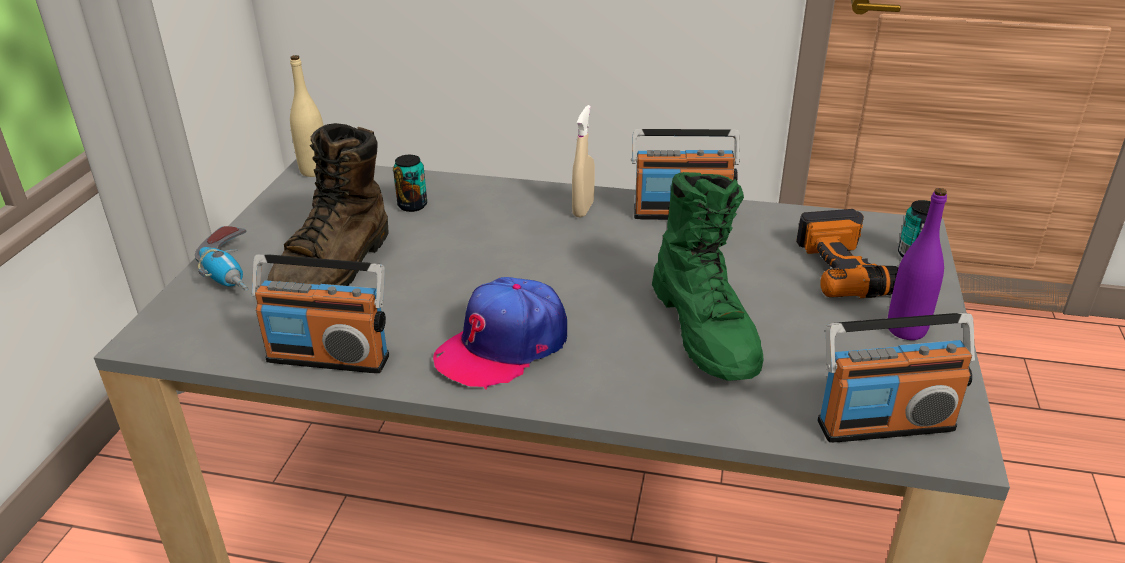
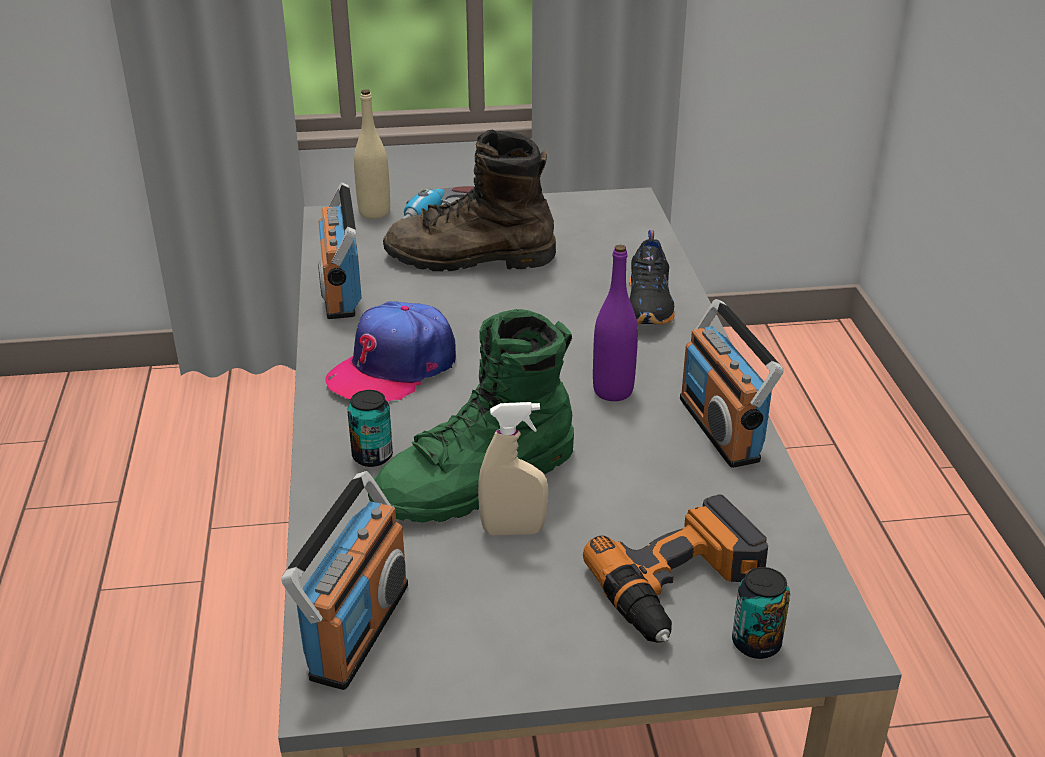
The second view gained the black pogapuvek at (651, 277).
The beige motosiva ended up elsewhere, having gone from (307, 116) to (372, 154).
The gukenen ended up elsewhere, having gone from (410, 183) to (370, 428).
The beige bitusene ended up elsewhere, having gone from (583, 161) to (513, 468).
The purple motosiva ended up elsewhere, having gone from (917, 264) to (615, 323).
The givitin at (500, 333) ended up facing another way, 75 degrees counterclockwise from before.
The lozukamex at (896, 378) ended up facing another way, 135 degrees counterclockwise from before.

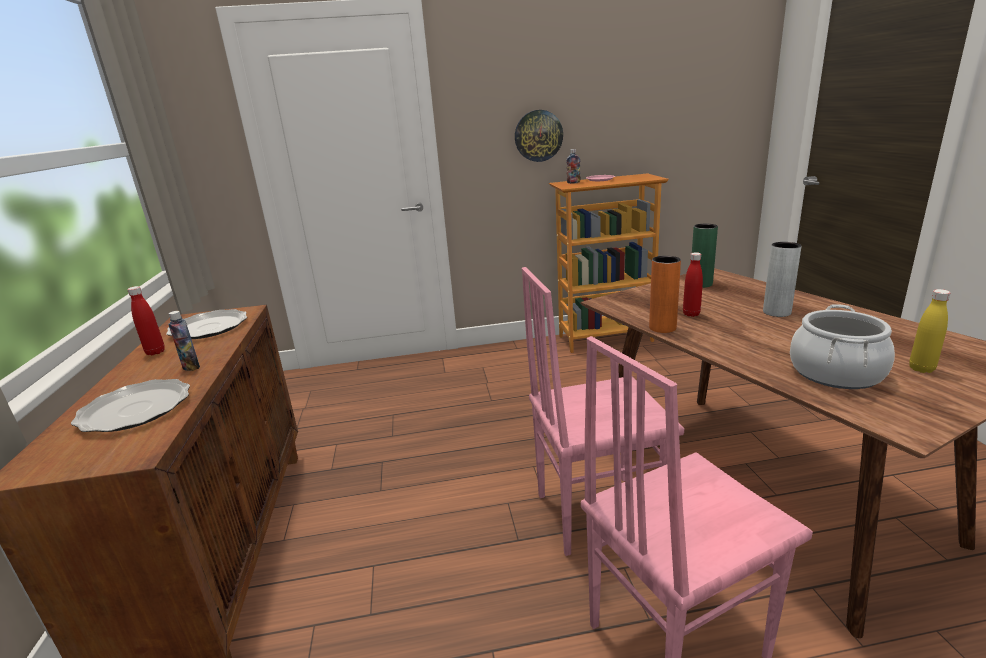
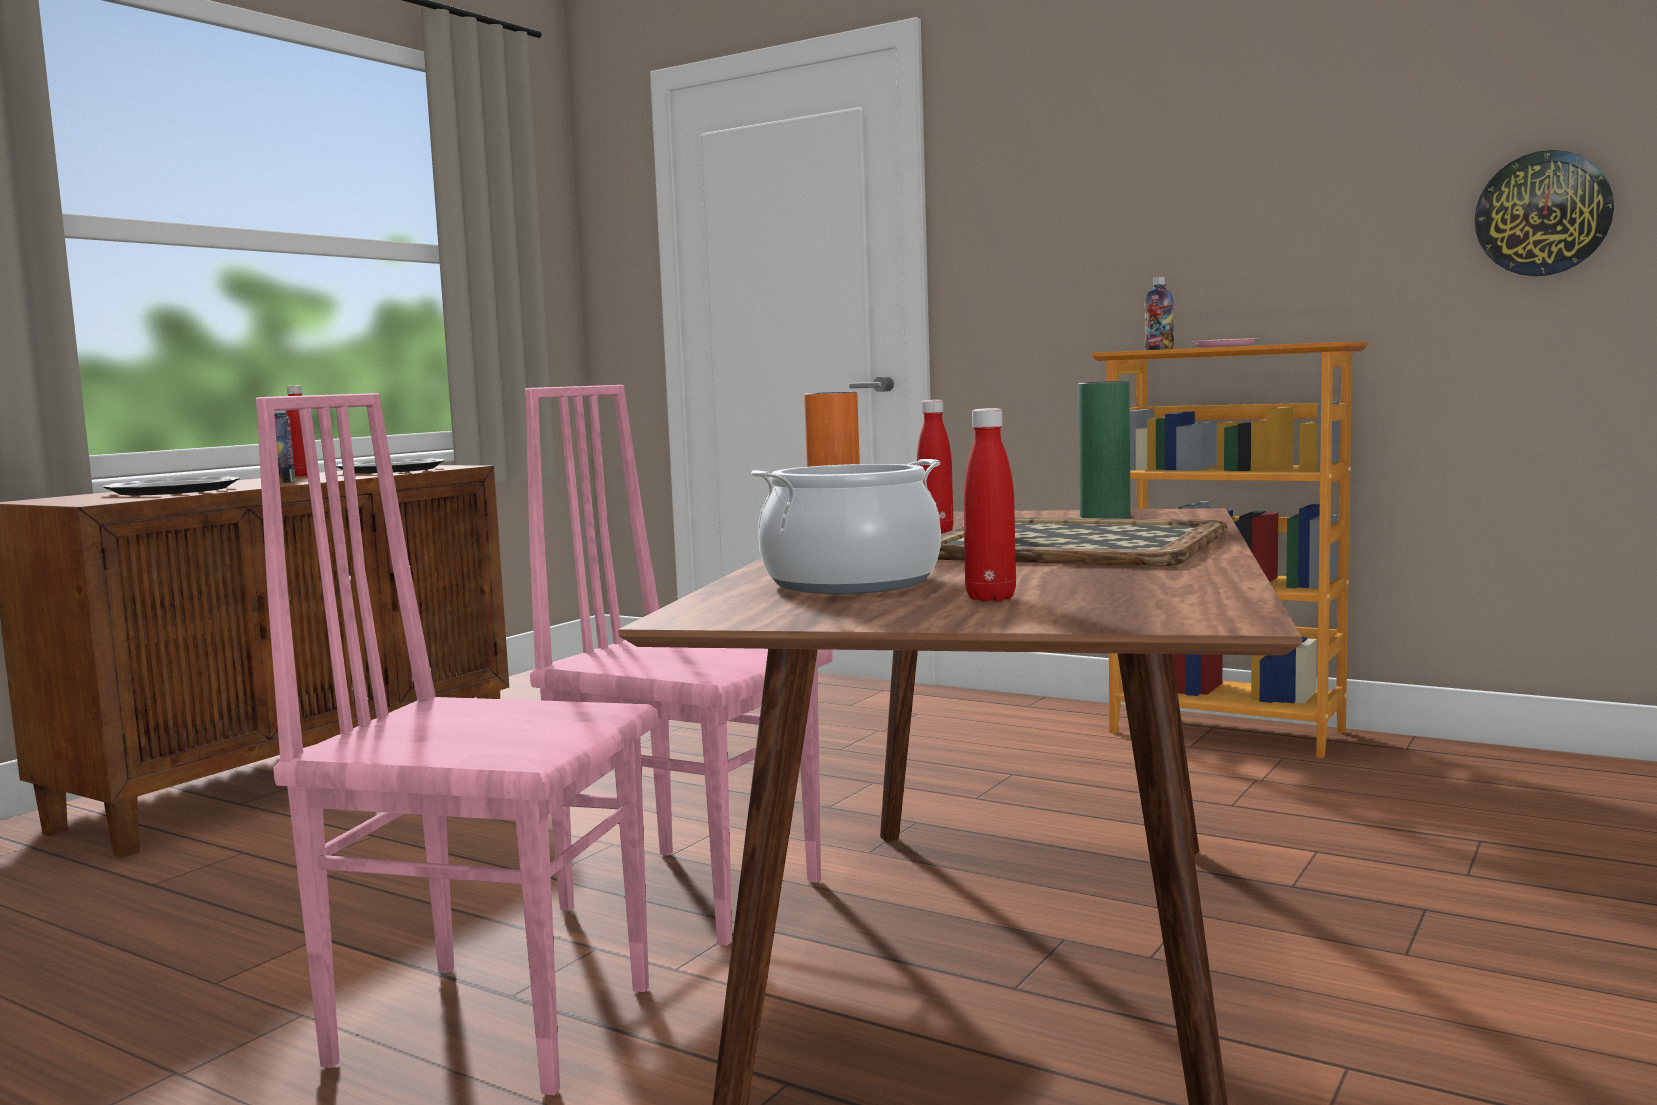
The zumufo ended up elsewhere, having gone from (539, 136) to (1544, 213).
Where the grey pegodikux stood at (782, 279), the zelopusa came to stand at (1082, 541).
What was the yellow motosiva at (930, 331) turned into the red motosiva at (990, 504).

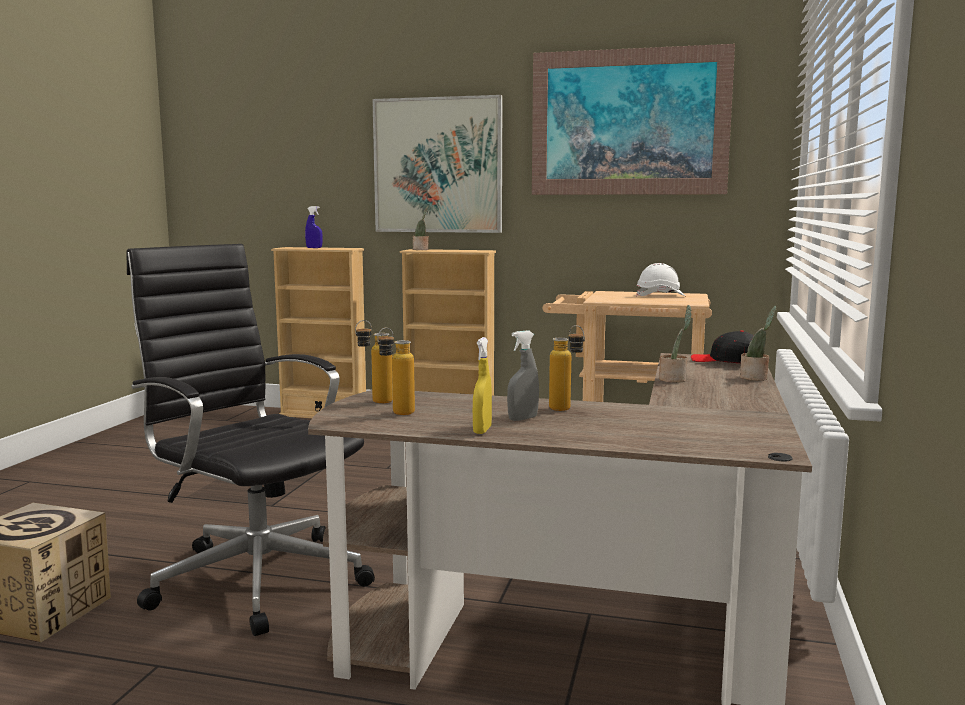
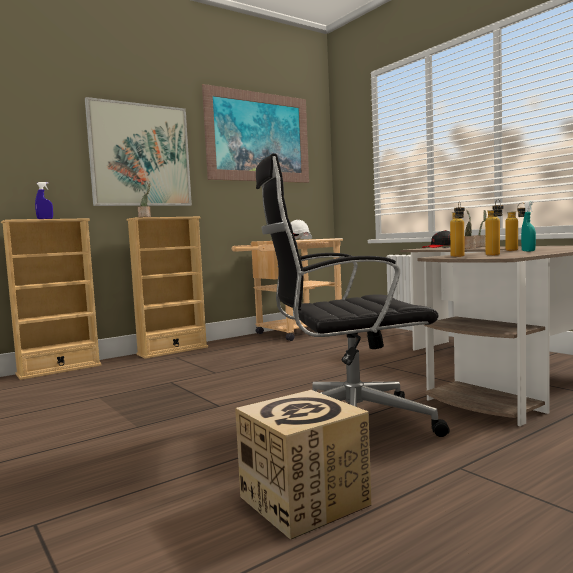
The second view lost the yellow bitusene at (482, 385).
What was the grey bitusene at (523, 375) turned into the turquoise bitusene at (528, 226).

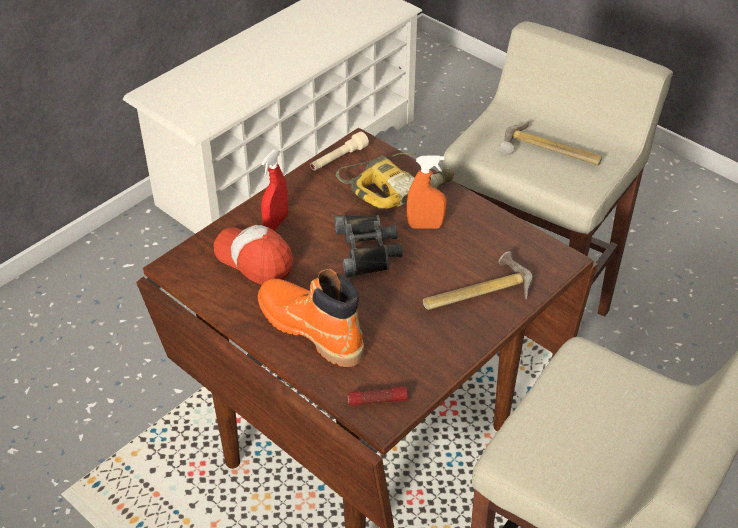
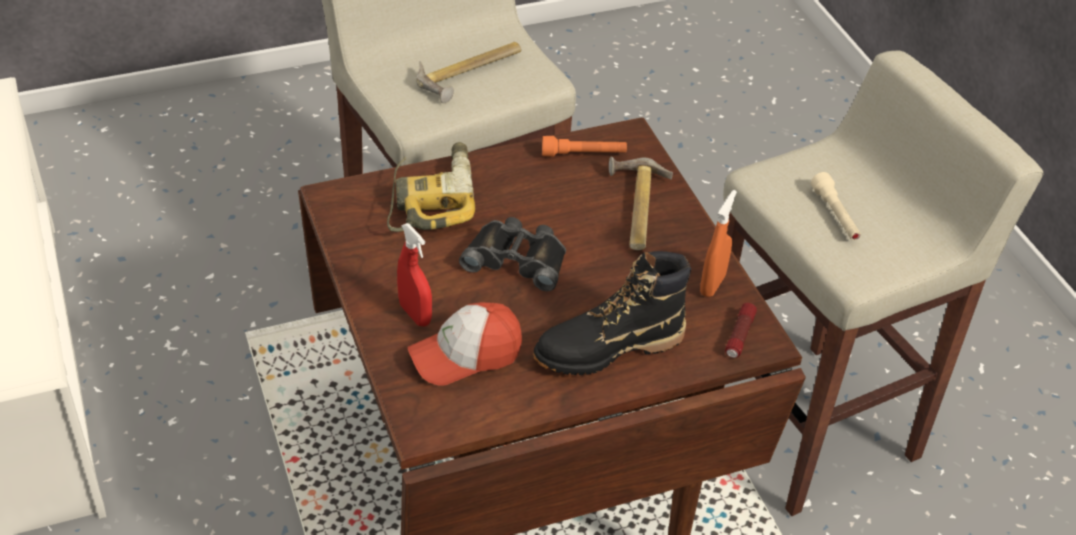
The second view gained the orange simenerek at (584, 146).
The beige simenerek ended up elsewhere, having gone from (339, 151) to (836, 206).
The orange bitusene ended up elsewhere, having gone from (427, 191) to (718, 243).
What was the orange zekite at (311, 318) turned into the black zekite at (612, 313).

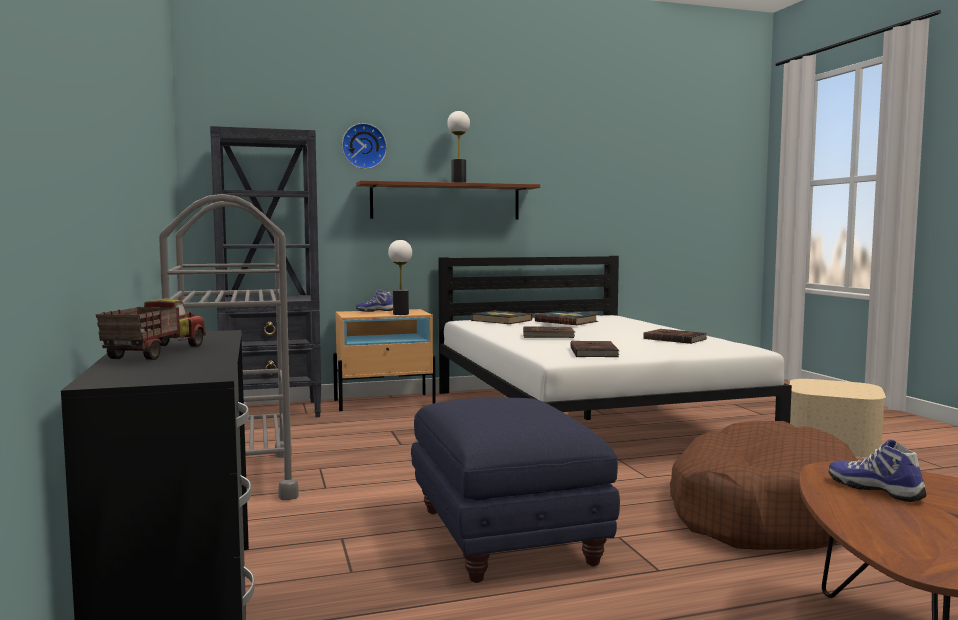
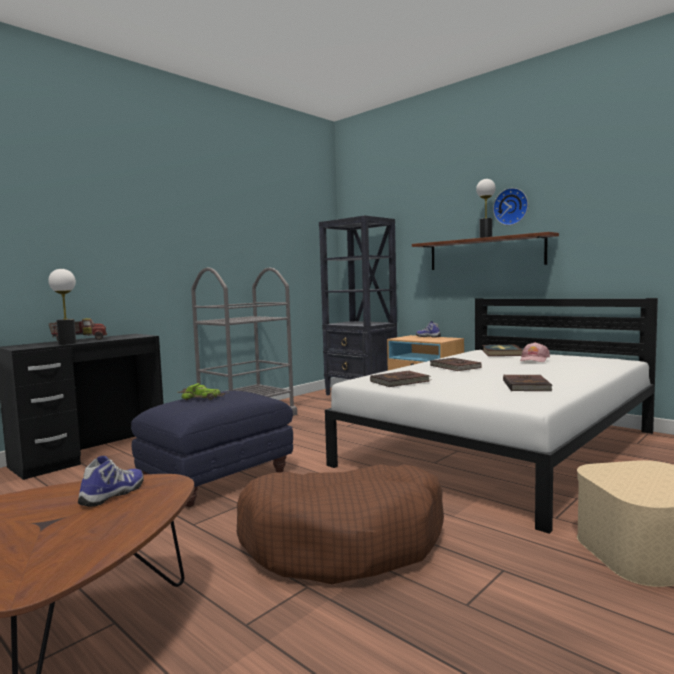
The second view gained the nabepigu at (201, 391).
The zumufo ended up elsewhere, having gone from (364, 146) to (510, 206).
The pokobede ended up elsewhere, having gone from (400, 277) to (62, 307).
Where the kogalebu stood at (566, 318), the pink givitin came to stand at (535, 352).

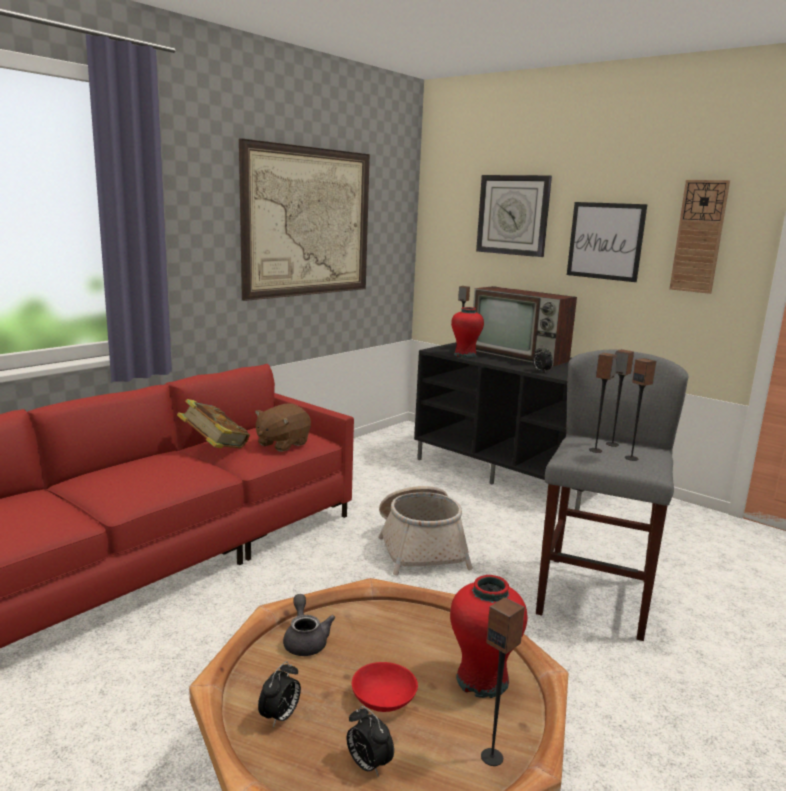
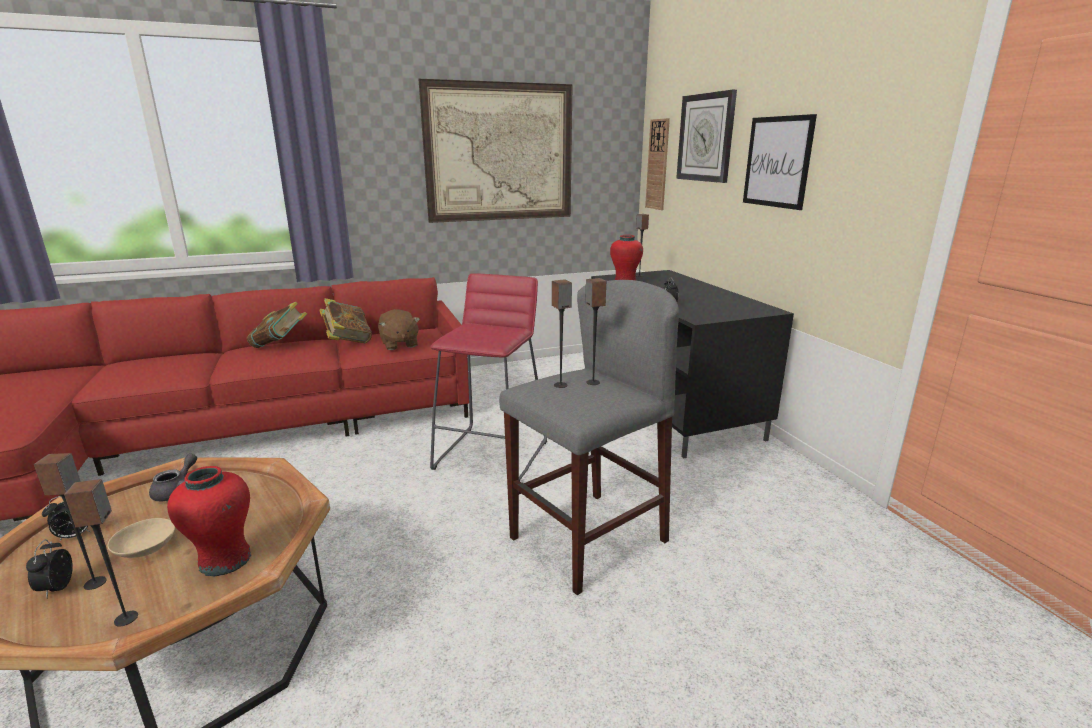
The second view lost the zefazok at (525, 326).
The second view gained the kogalebu at (277, 325).
The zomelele ended up elsewhere, having gone from (640, 409) to (70, 521).
The zumufo ended up elsewhere, having gone from (700, 237) to (657, 164).
Where the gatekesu stood at (425, 531), the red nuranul came to stand at (488, 377).
What was the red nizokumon at (385, 687) turned into the beige nizokumon at (141, 538).
The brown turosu at (283, 428) ended up facing another way, 90 degrees counterclockwise from before.

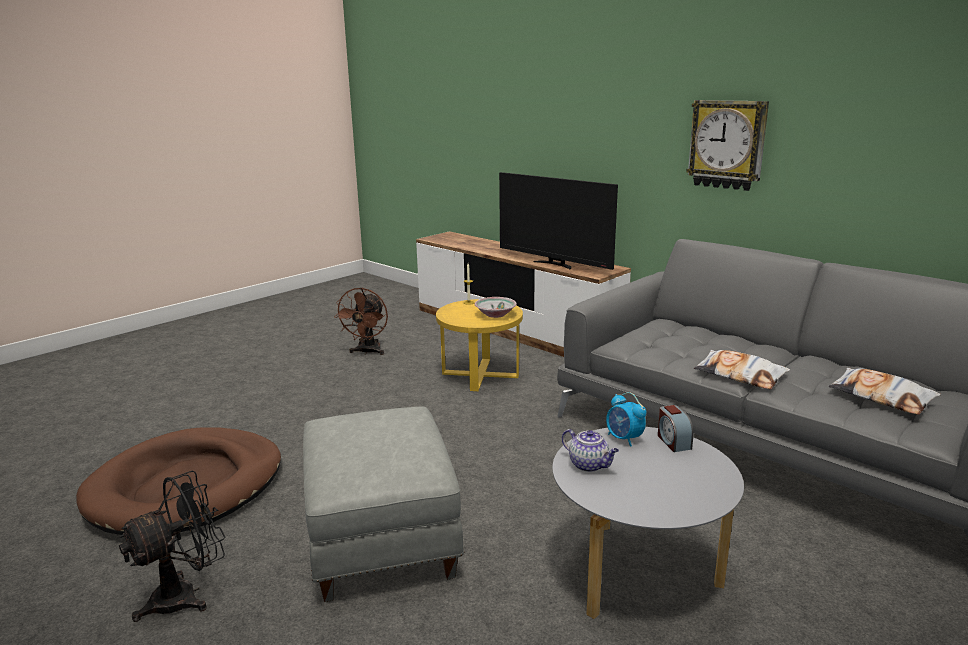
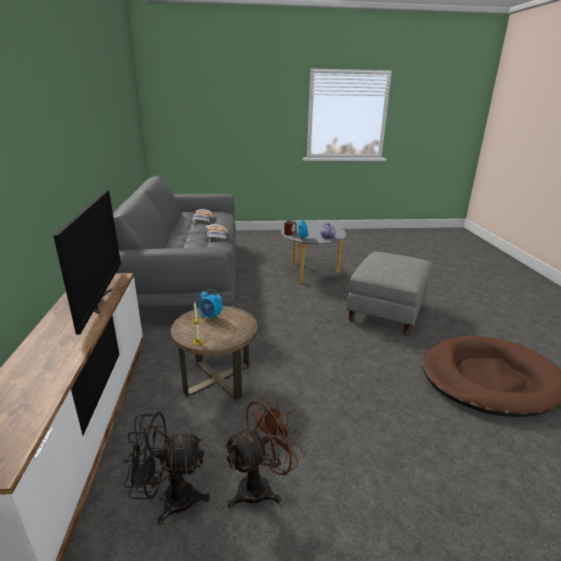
The second view lost the zumufo at (727, 145).
The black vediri ended up elsewhere, having gone from (172, 546) to (166, 468).
Where the nizokumon stood at (496, 307), the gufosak came to stand at (211, 304).
What was the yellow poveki at (479, 345) turned into the brown poveki at (214, 353).

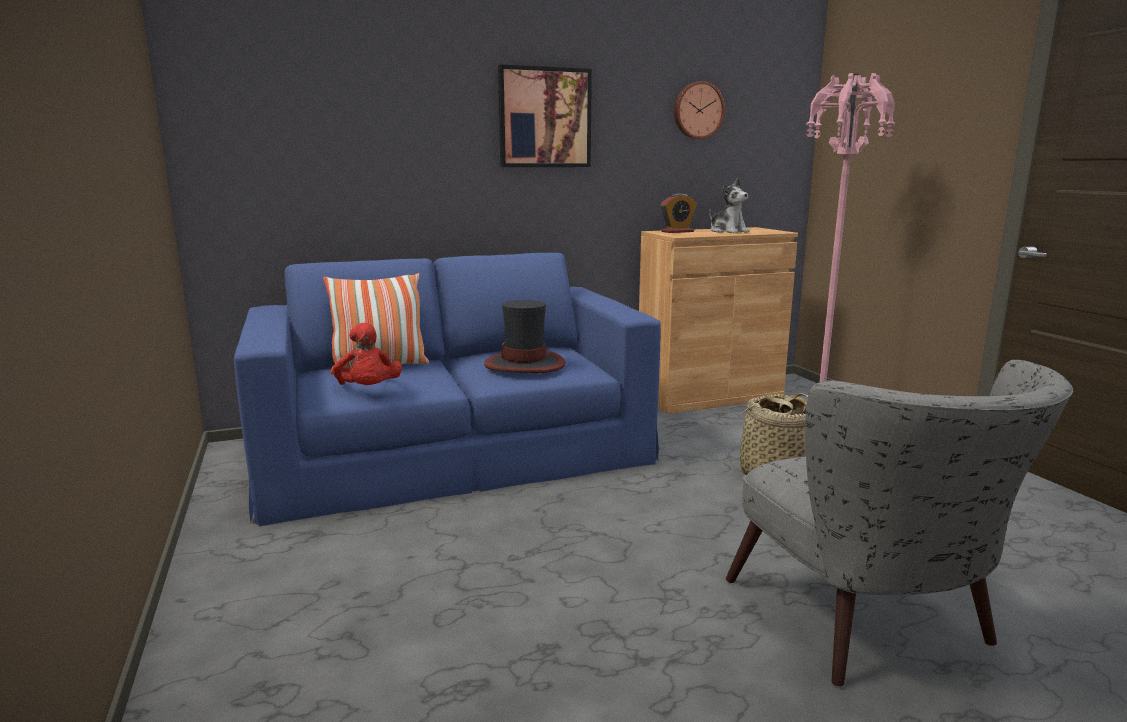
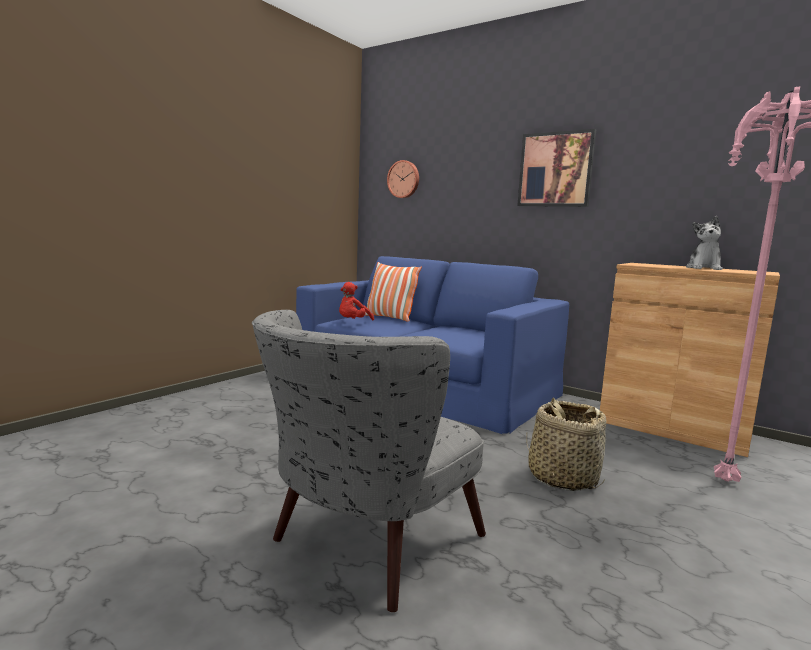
The second view lost the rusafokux at (524, 336).
The second view lost the gufosak at (679, 213).
The zumufo ended up elsewhere, having gone from (699, 110) to (403, 179).

